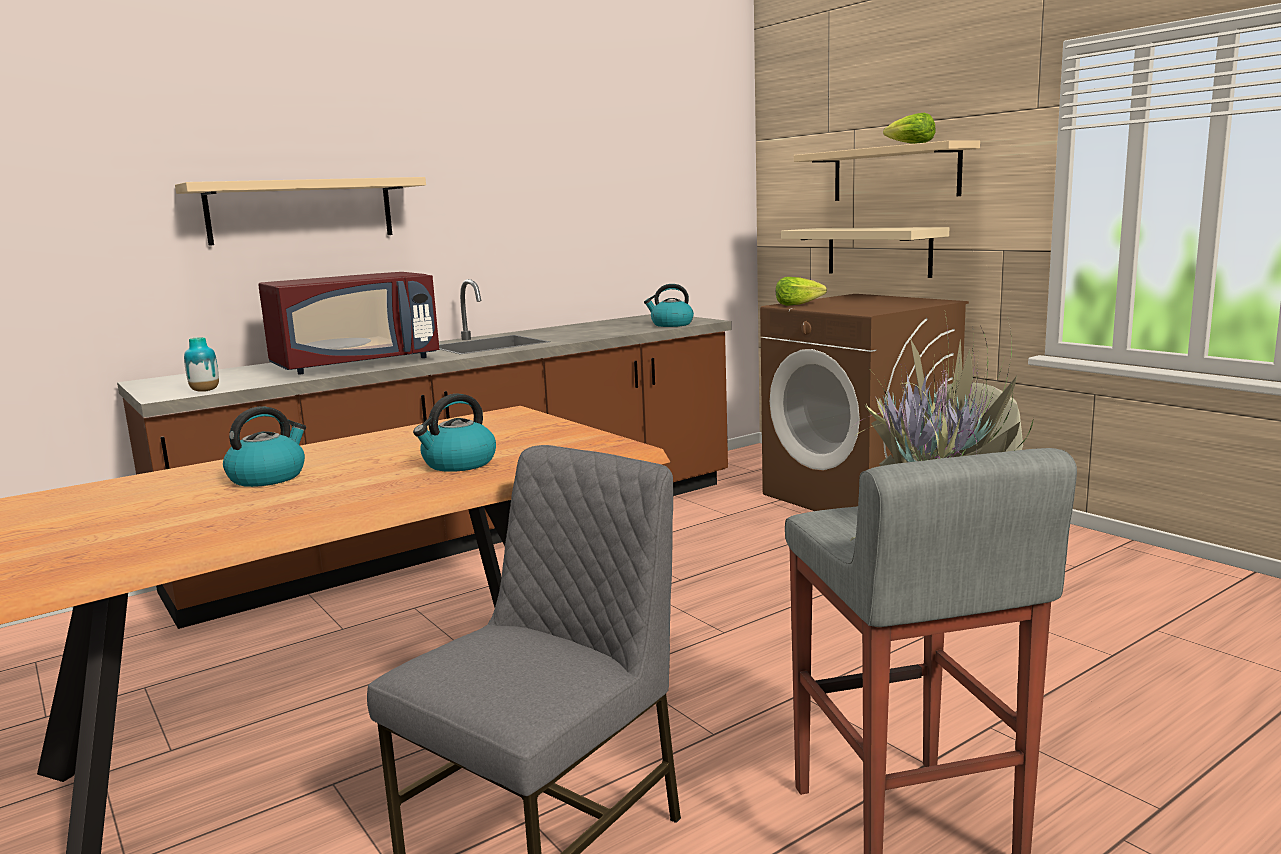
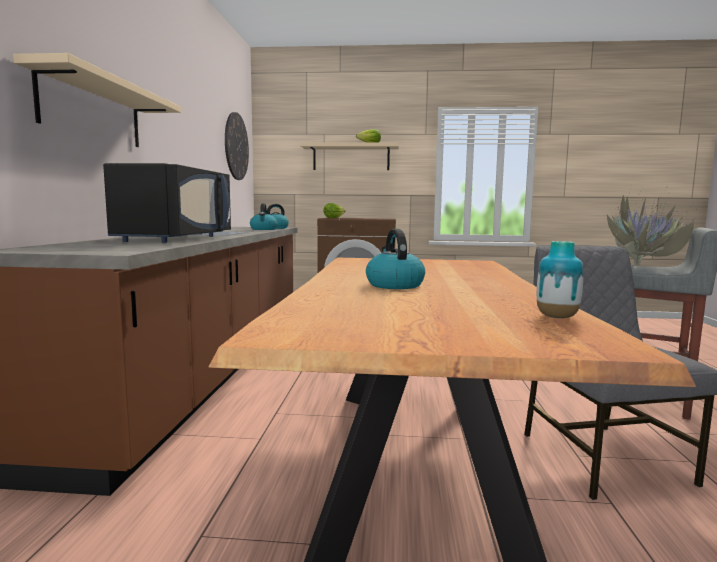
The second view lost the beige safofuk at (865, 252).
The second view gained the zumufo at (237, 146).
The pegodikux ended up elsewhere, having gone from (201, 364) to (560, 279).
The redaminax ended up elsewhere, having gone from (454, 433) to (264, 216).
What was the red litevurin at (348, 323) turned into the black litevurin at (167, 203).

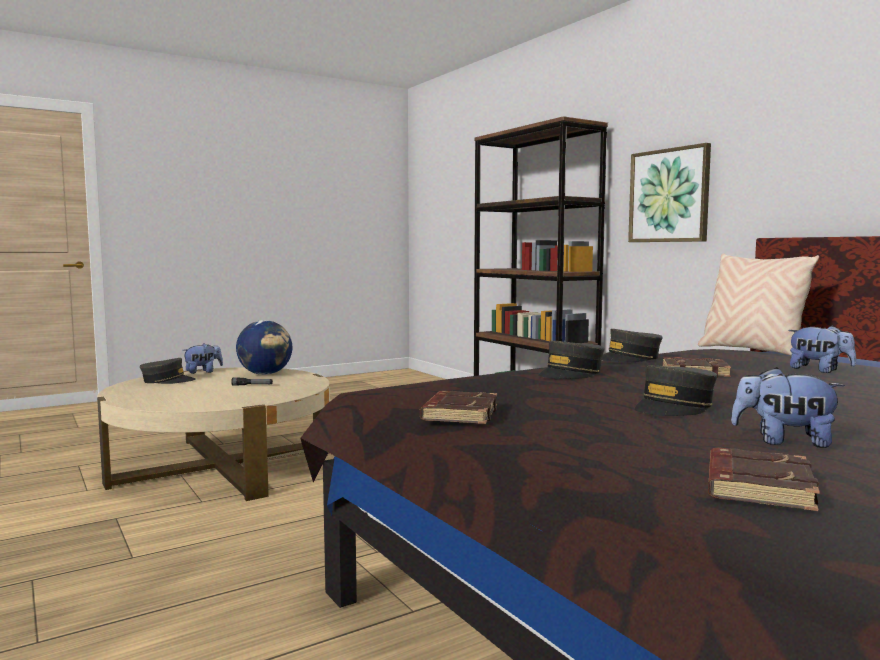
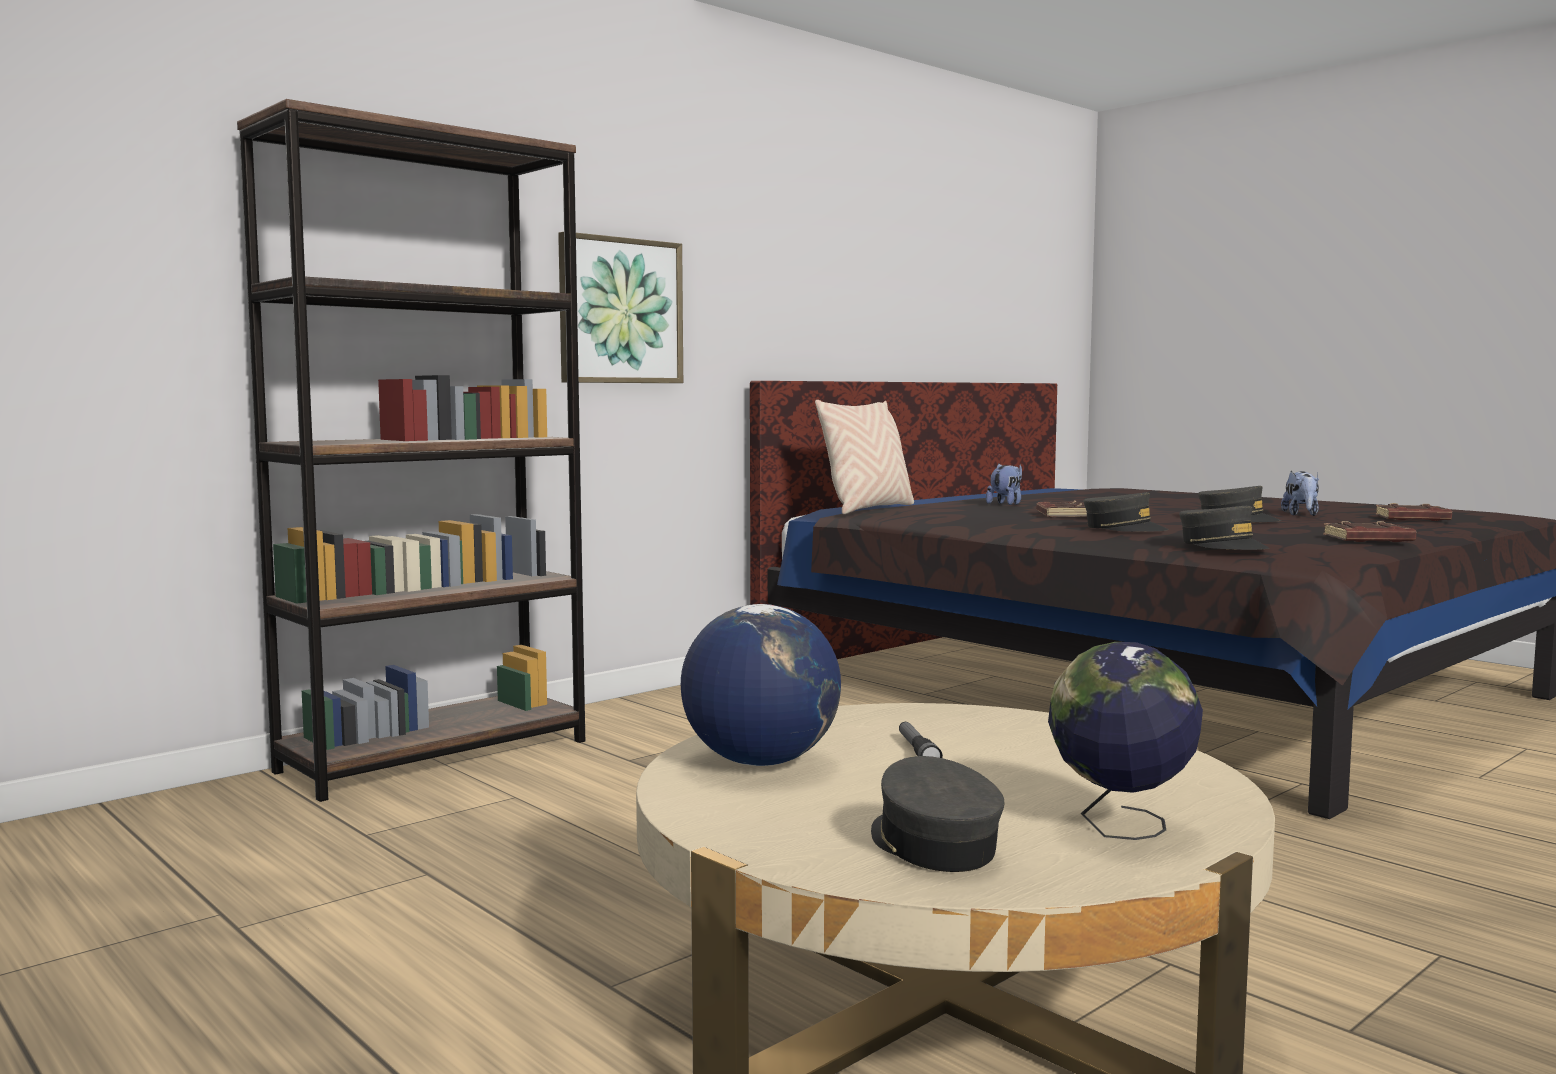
The second view lost the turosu at (202, 358).
The second view gained the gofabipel at (1125, 741).
The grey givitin ended up elsewhere, having gone from (632, 345) to (1224, 528).

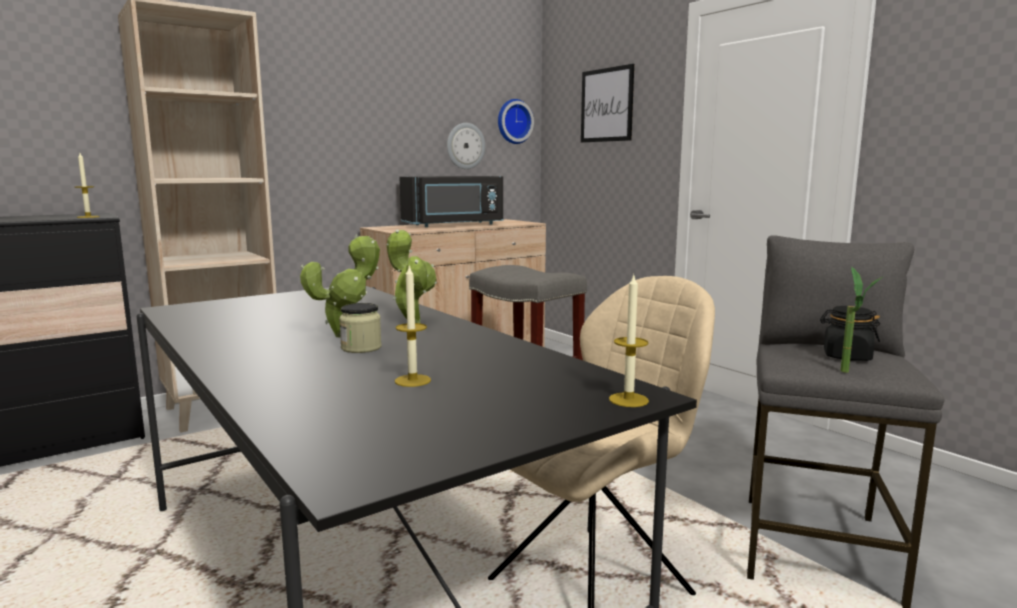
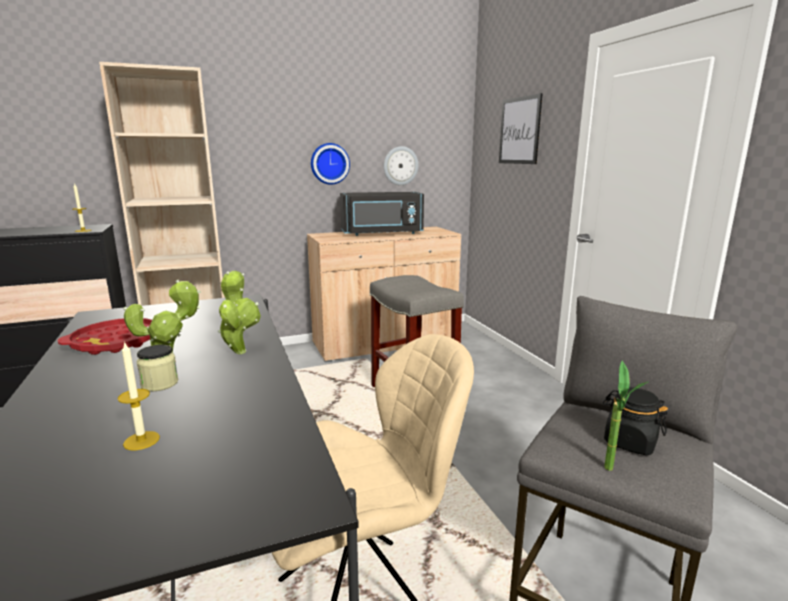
The second view lost the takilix at (629, 341).
The second view gained the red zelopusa at (105, 336).
The zumufo ended up elsewhere, having gone from (516, 121) to (330, 164).

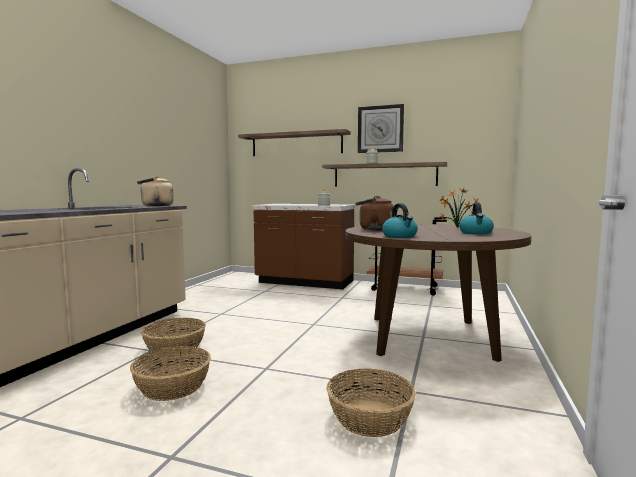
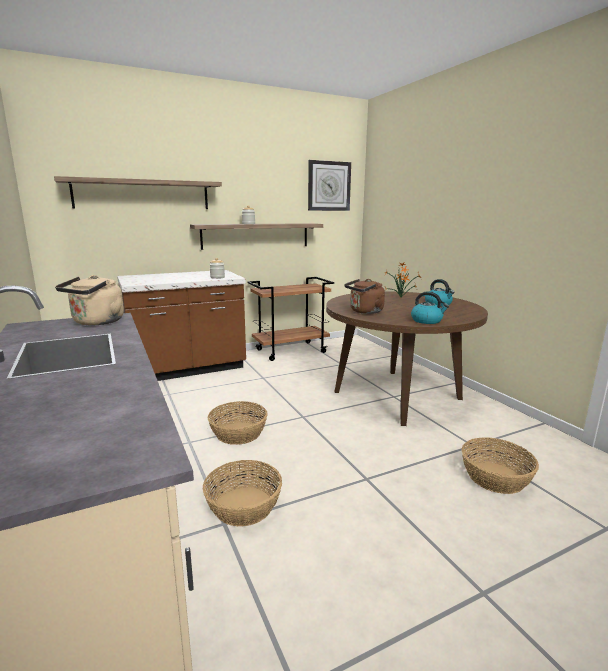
The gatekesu ended up elsewhere, having gone from (170, 373) to (238, 423).
The zumufo ended up elsewhere, having gone from (381, 128) to (329, 185).

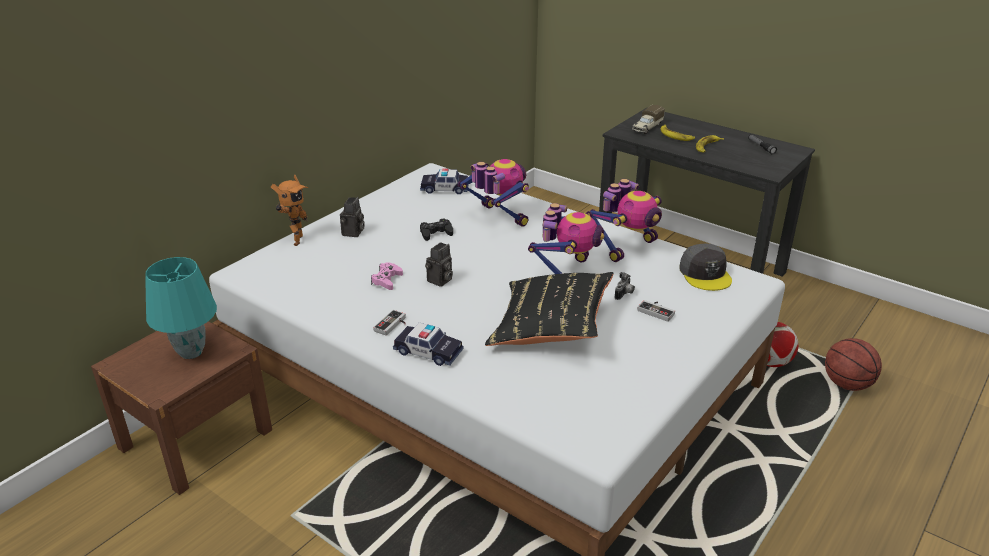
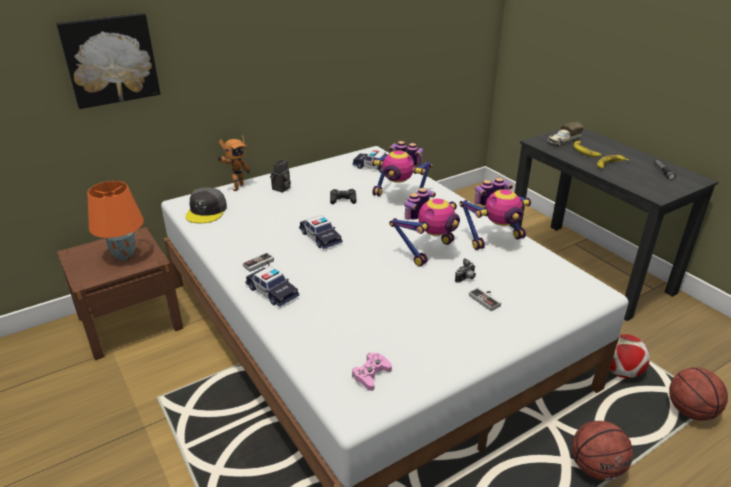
The second view lost the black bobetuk at (549, 309).
The second view gained the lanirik at (108, 61).
The second view gained the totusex at (602, 451).
The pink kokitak ended up elsewhere, having gone from (387, 276) to (372, 372).
The grey givitin ended up elsewhere, having gone from (705, 267) to (206, 205).
Where the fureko stood at (439, 264), the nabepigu came to stand at (320, 232).
What was the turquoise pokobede at (181, 308) turned into the orange pokobede at (115, 221).
The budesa at (493, 193) ended up facing another way, 135 degrees clockwise from before.

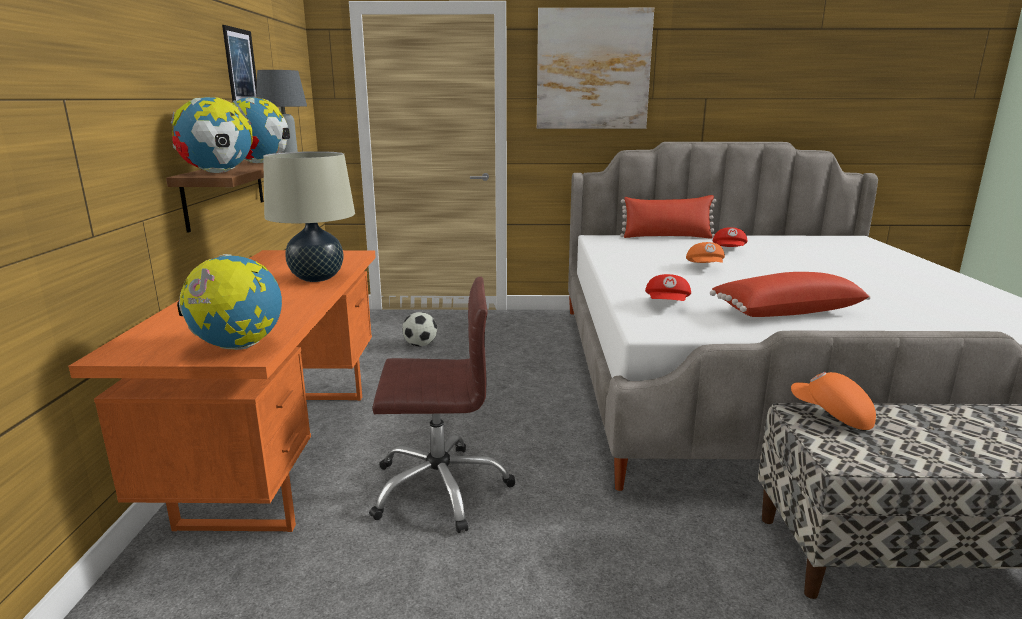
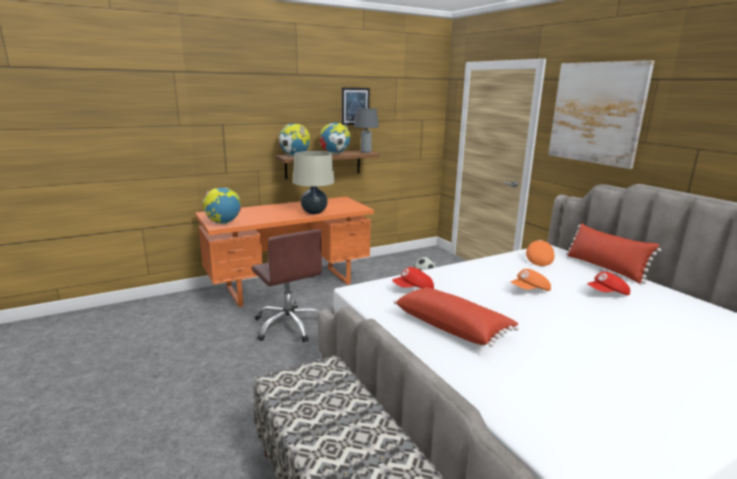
The orange givitin ended up elsewhere, having gone from (833, 401) to (540, 253).

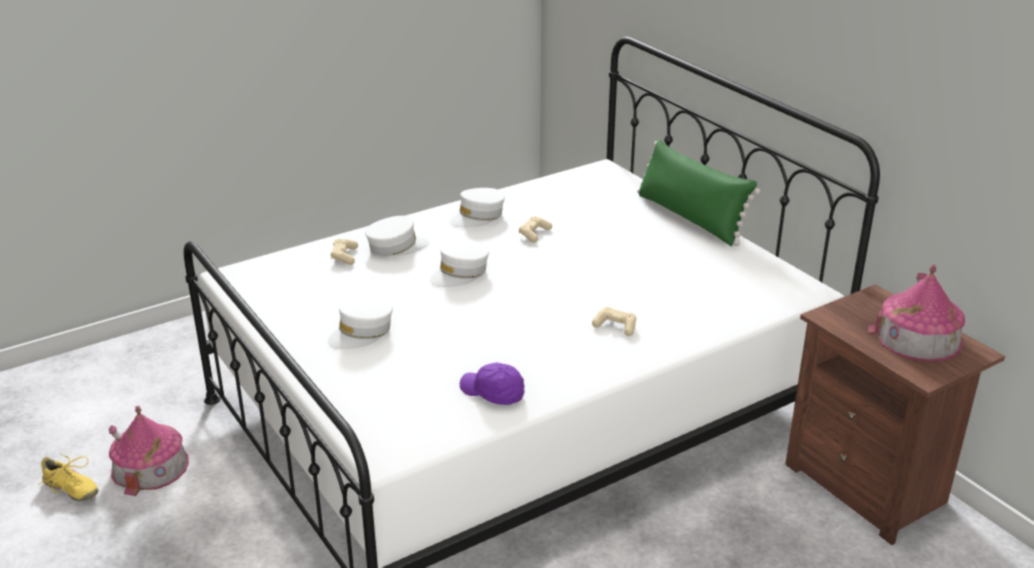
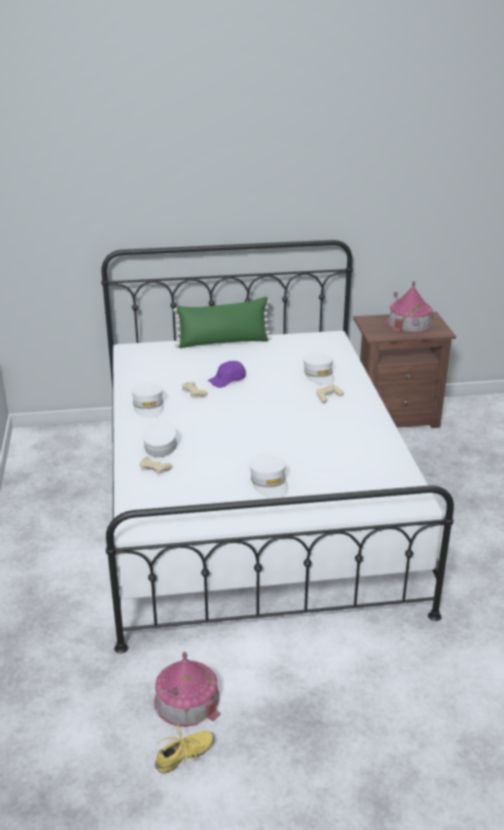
The white givitin ended up elsewhere, having gone from (459, 264) to (319, 369).
The purple givitin ended up elsewhere, having gone from (492, 383) to (227, 374).

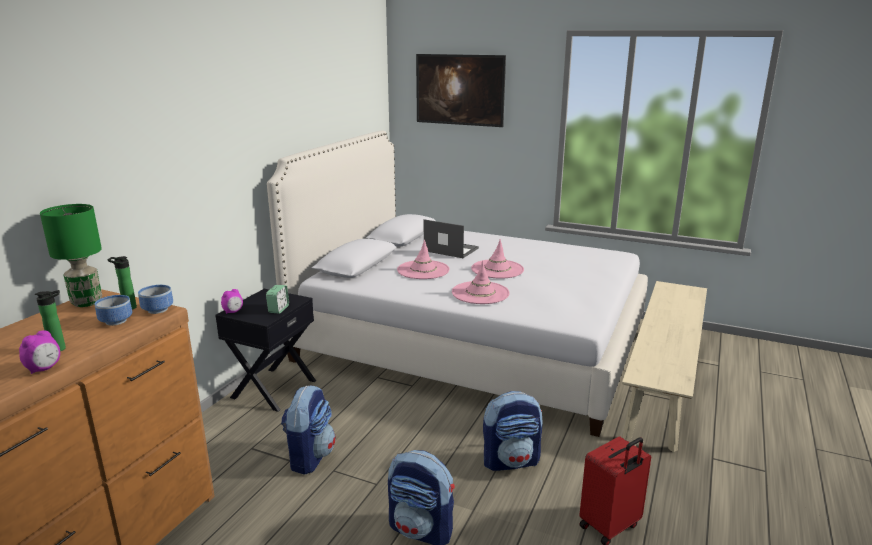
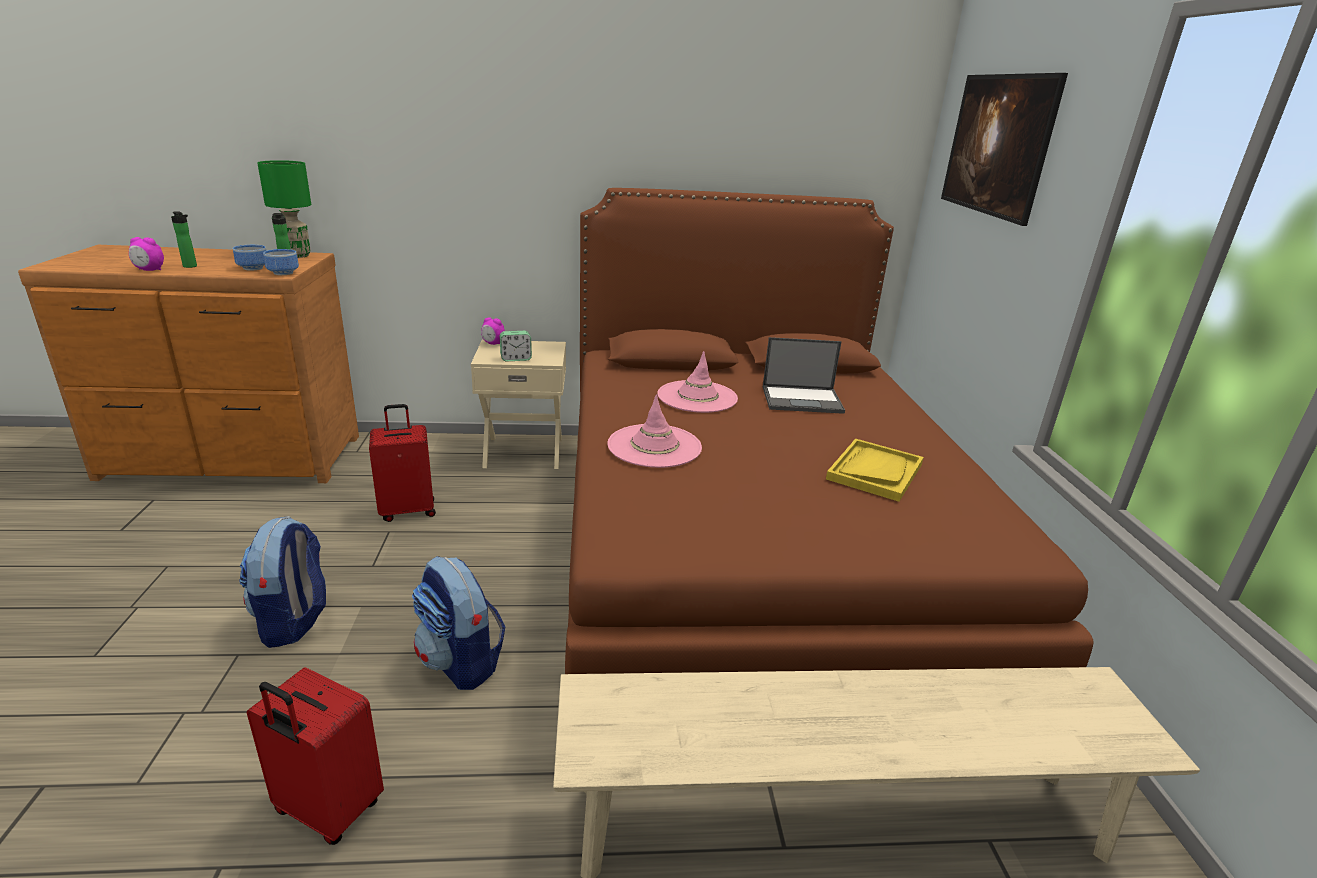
The second view lost the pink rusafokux at (497, 259).
The second view gained the yellow zelopusa at (875, 470).
Where the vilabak stood at (308, 430), the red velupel came to stand at (402, 463).
What was the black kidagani at (265, 350) turned into the beige kidagani at (518, 404).
What was the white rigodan at (457, 284) turned into the brown rigodan at (829, 431).
The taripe at (451, 238) ended up facing another way, 90 degrees clockwise from before.

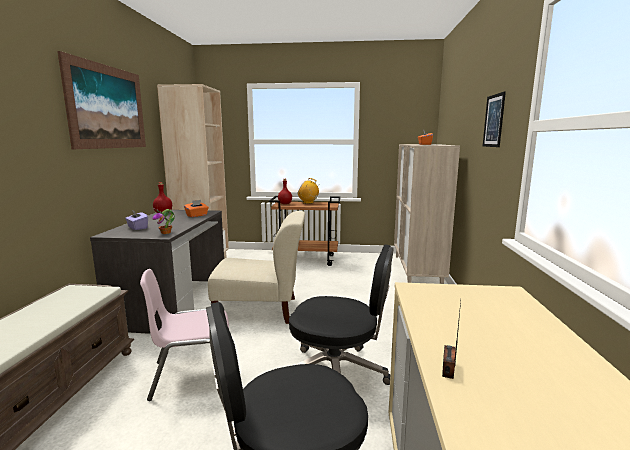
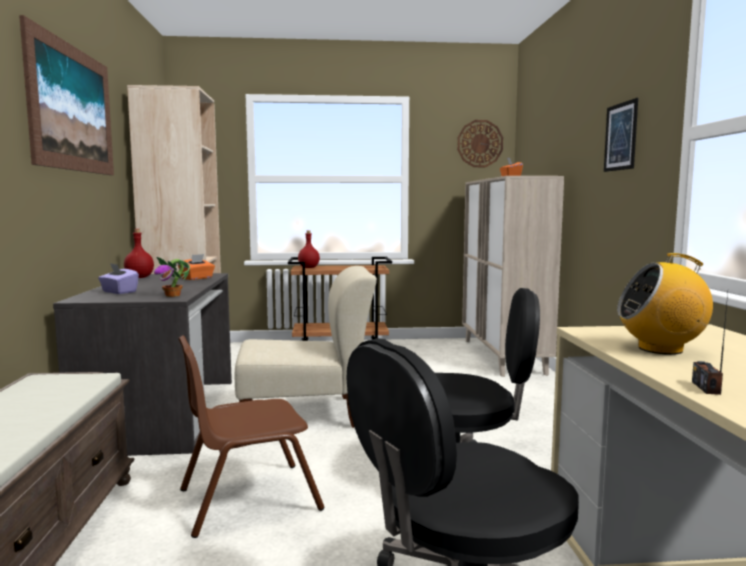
The second view gained the zumufo at (480, 143).
The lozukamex ended up elsewhere, having gone from (308, 191) to (665, 304).
What was the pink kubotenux at (184, 335) turned into the brown kubotenux at (251, 436).

